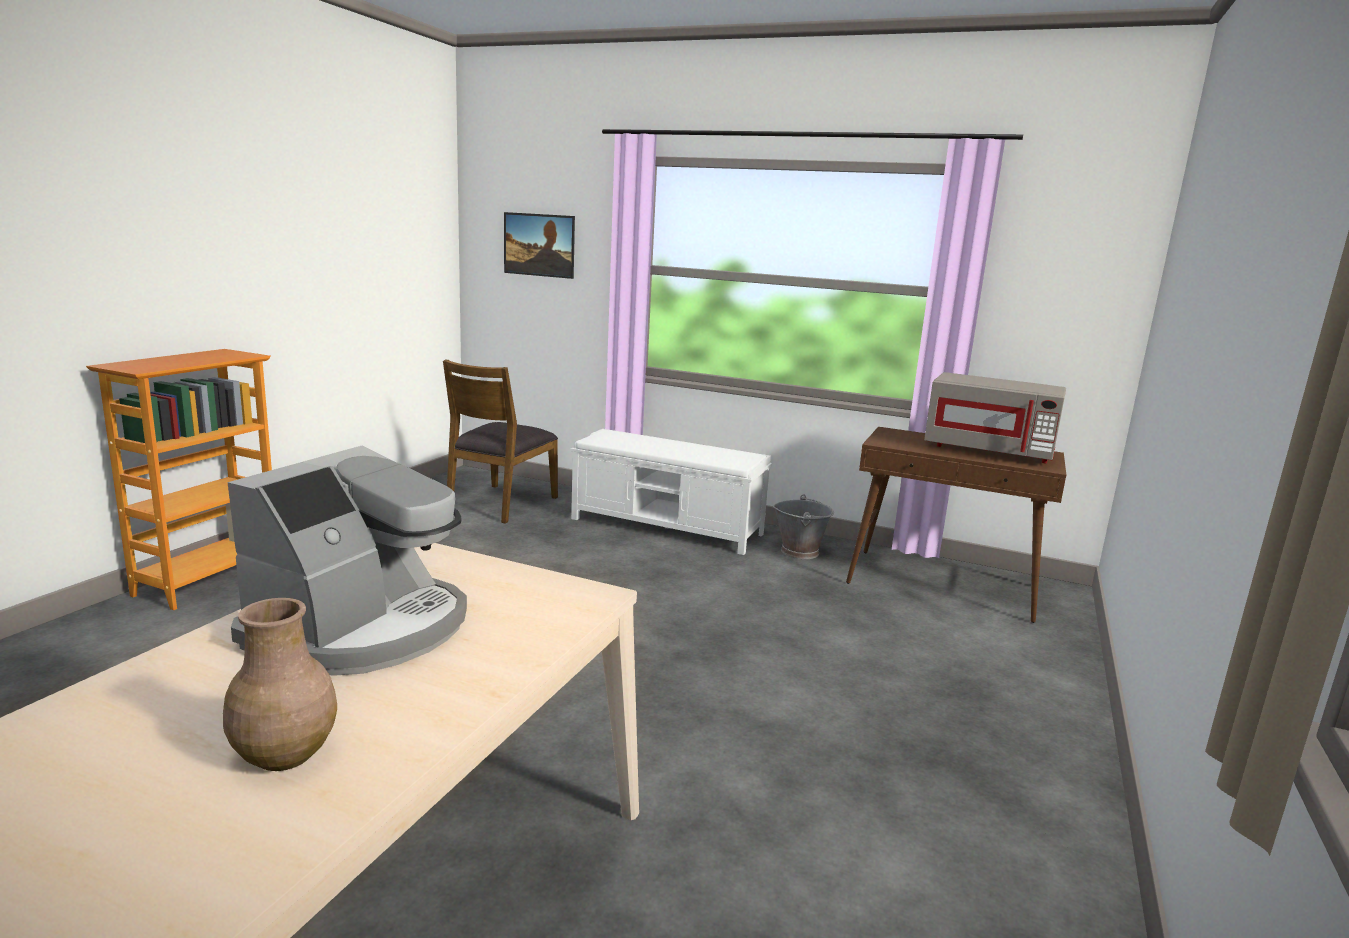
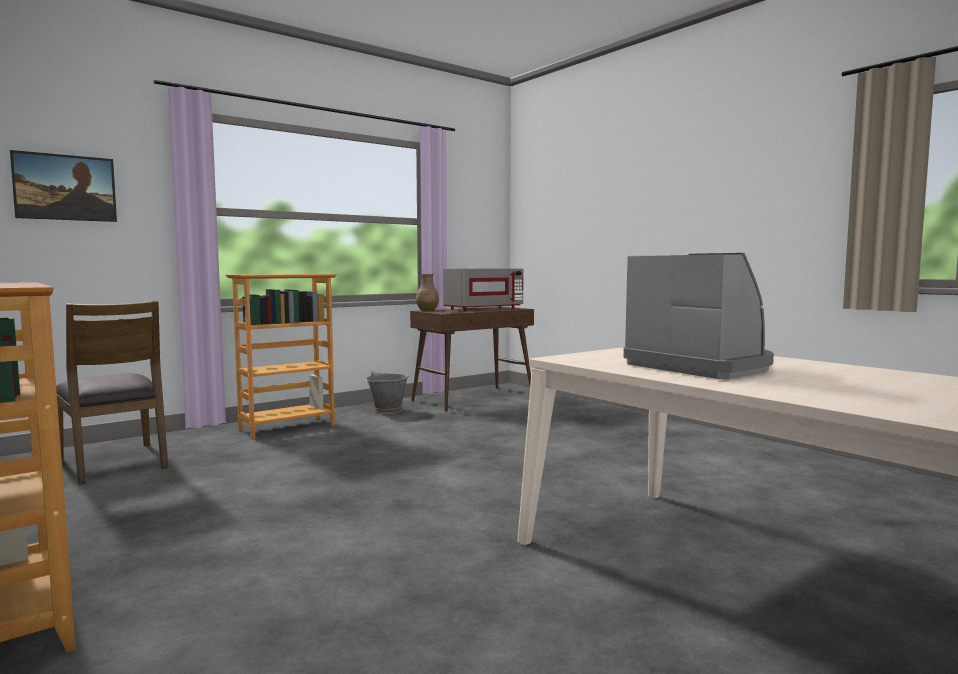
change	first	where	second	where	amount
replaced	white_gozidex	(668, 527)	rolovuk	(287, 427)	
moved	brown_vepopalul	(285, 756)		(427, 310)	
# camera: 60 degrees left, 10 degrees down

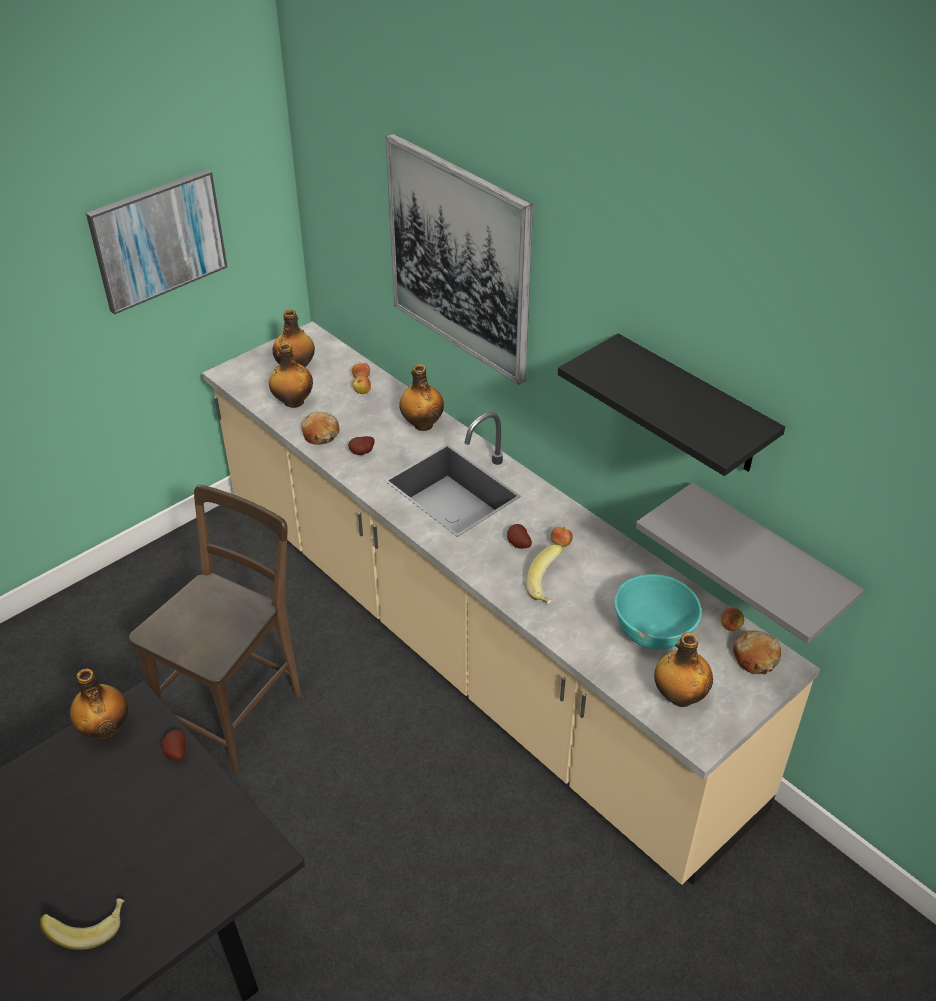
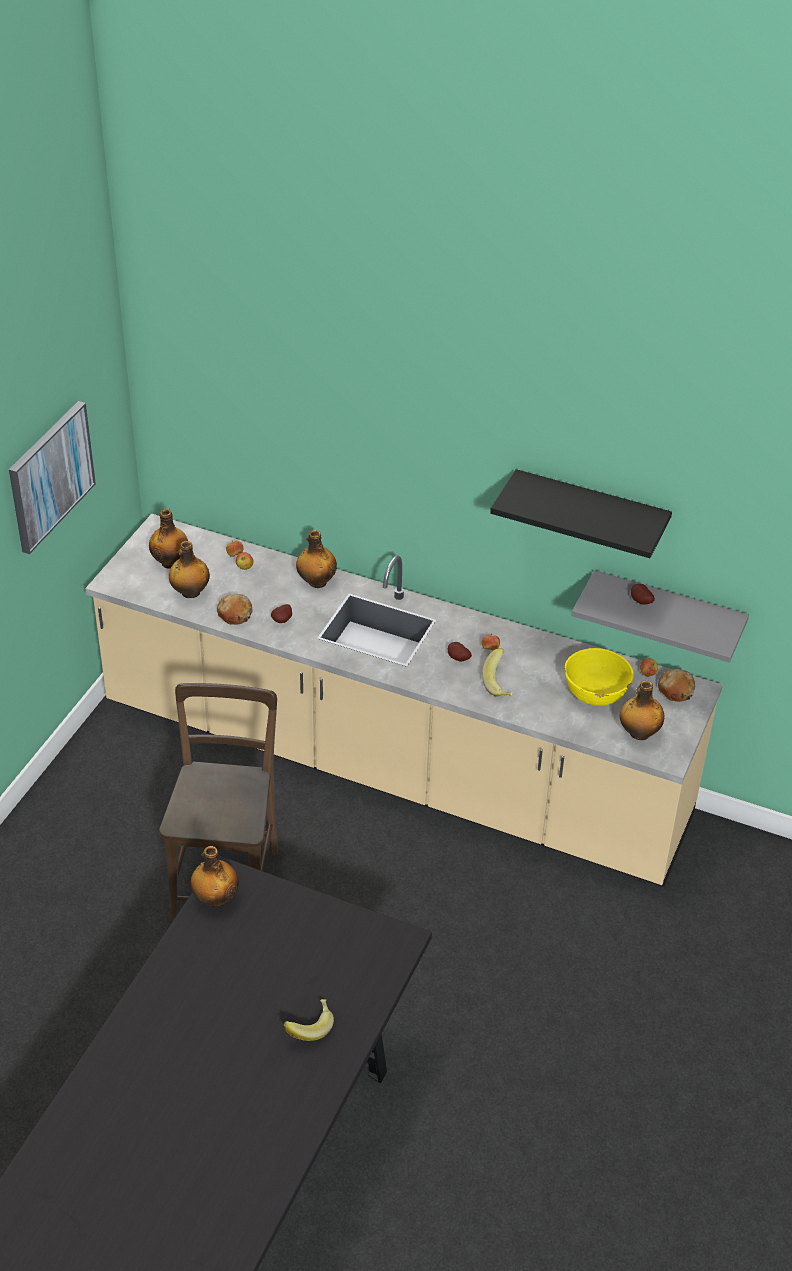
change	first	where	second	where	amount
recoloured	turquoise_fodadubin	(653, 631)	yellow_fodadubin	(596, 693)	
moved	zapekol	(175, 753)		(640, 601)	
removed	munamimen	(460, 258)			
# camera: 25 degrees left, 0 degrees up

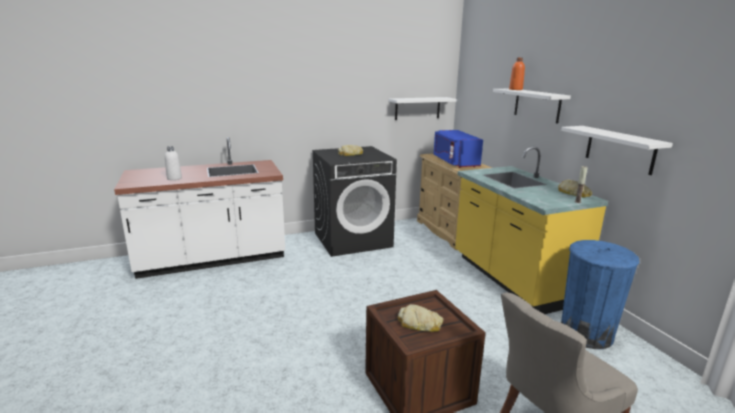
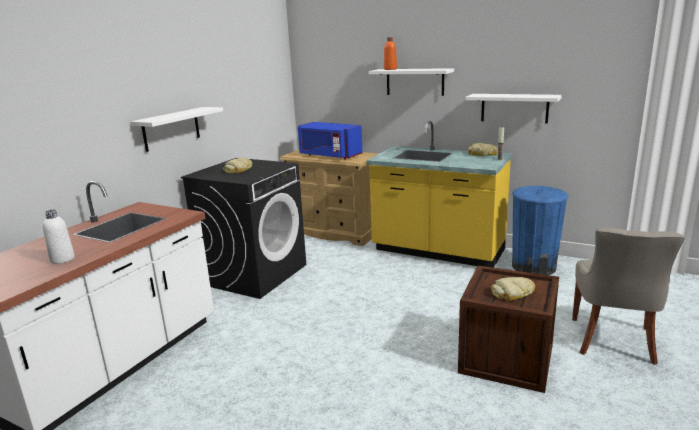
change	first	where	second	where	amount
moved	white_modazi	(417, 108)		(171, 129)	
# camera: 40 degrees left, 0 degrees up

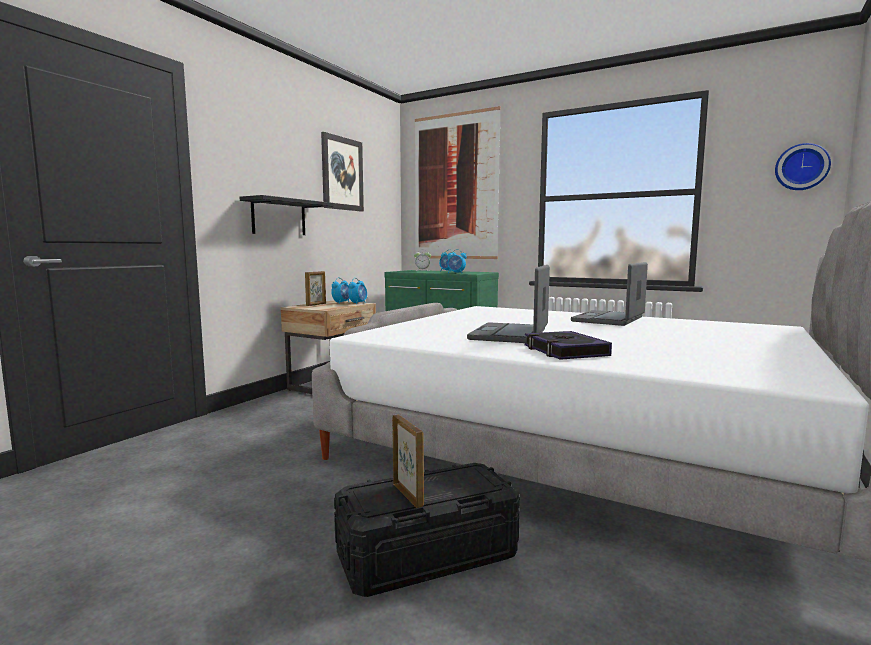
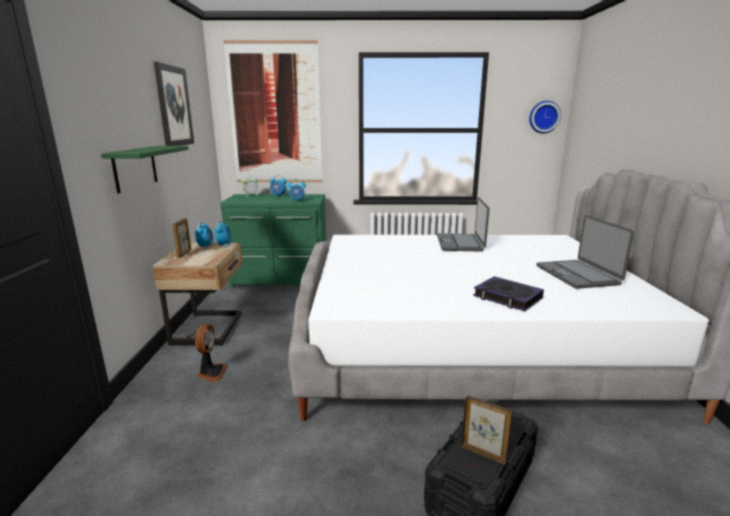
change	first	where	second	where	amount
recoloured	black_modazi	(279, 217)	green_modazi	(135, 168)	
added			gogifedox	(211, 373)	
moved	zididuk	(510, 335)		(577, 275)	
# camera: 30 degrees left, 10 degrees up

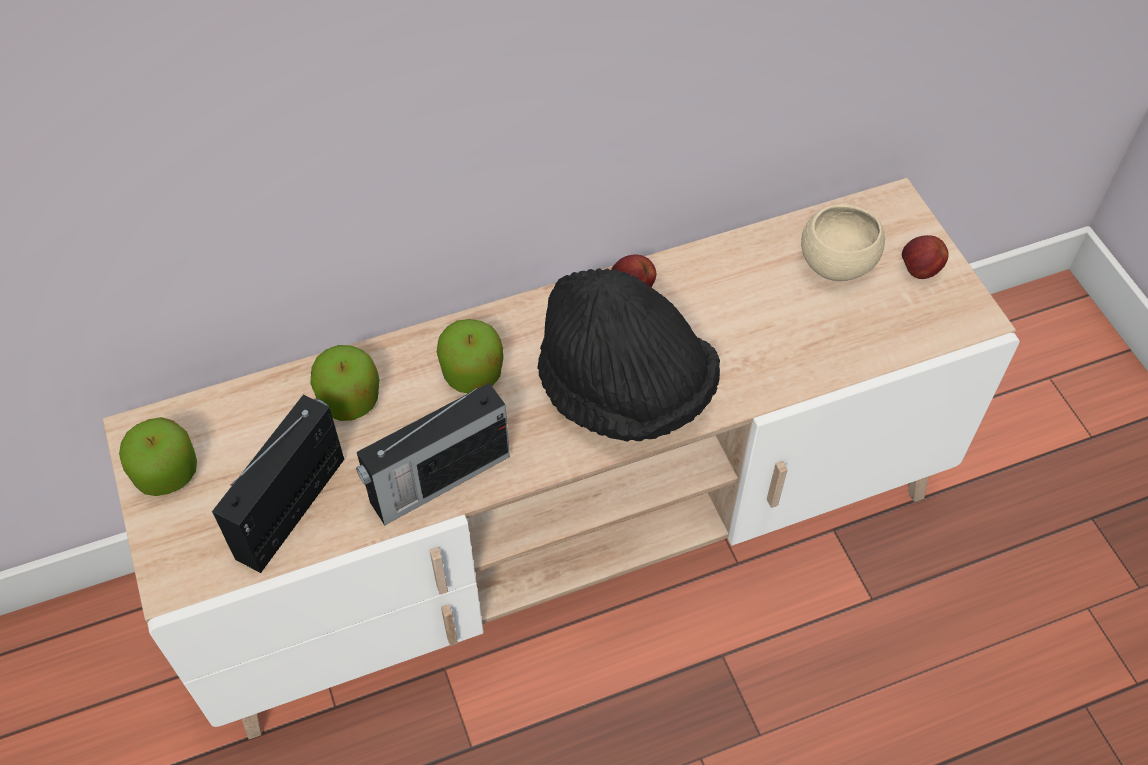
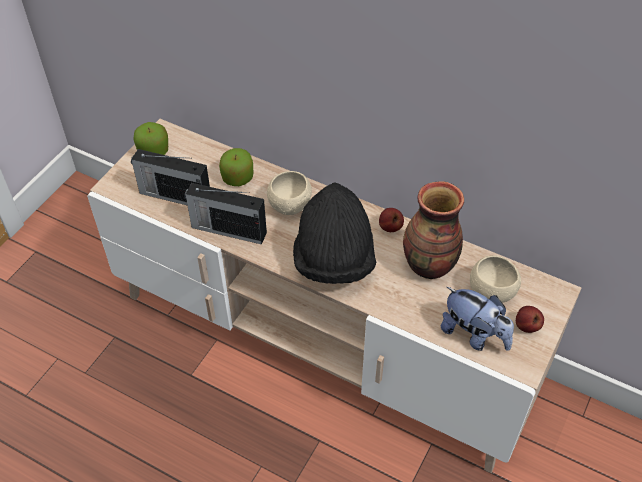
change	first	where	second	where	amount
turned	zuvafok	(293, 506)		(174, 195)	150 degrees counterclockwise
replaced	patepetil	(472, 373)	beige_fodadubin	(289, 205)	
added			vepopalul	(429, 266)	
added			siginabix	(474, 335)	
# camera: 50 degrees right, 5 degrees down

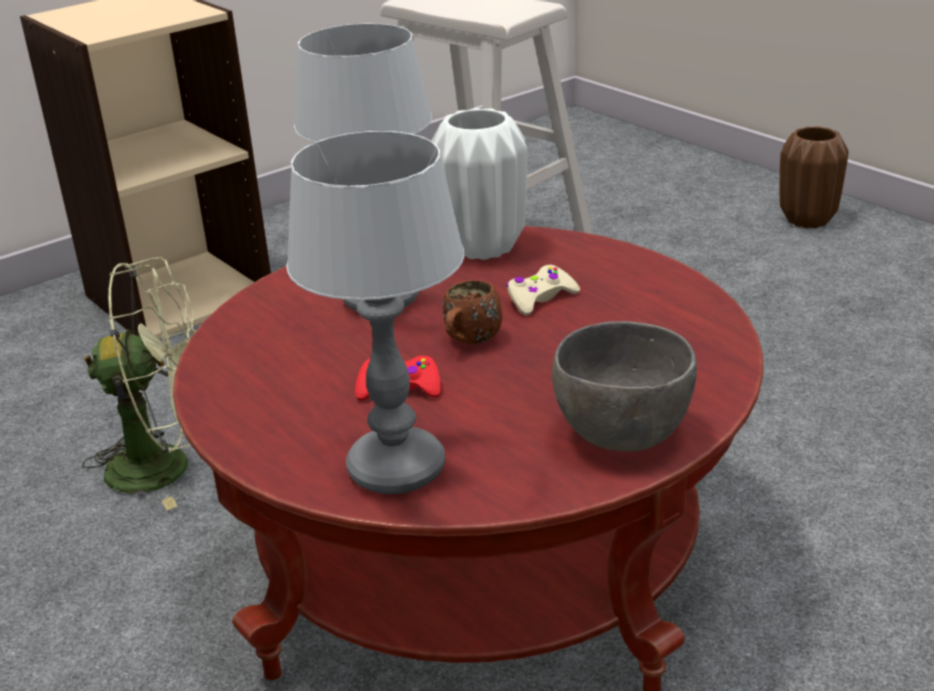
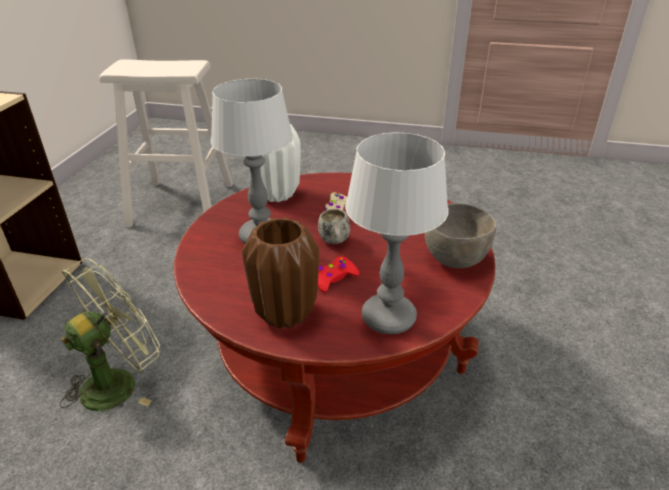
change	first	where	second	where	amount
moved	brown_vepopalul	(808, 220)		(286, 313)	
recoloured	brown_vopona	(469, 342)	white_vopona	(335, 243)	
# camera: 40 degrees left, 5 degrees up

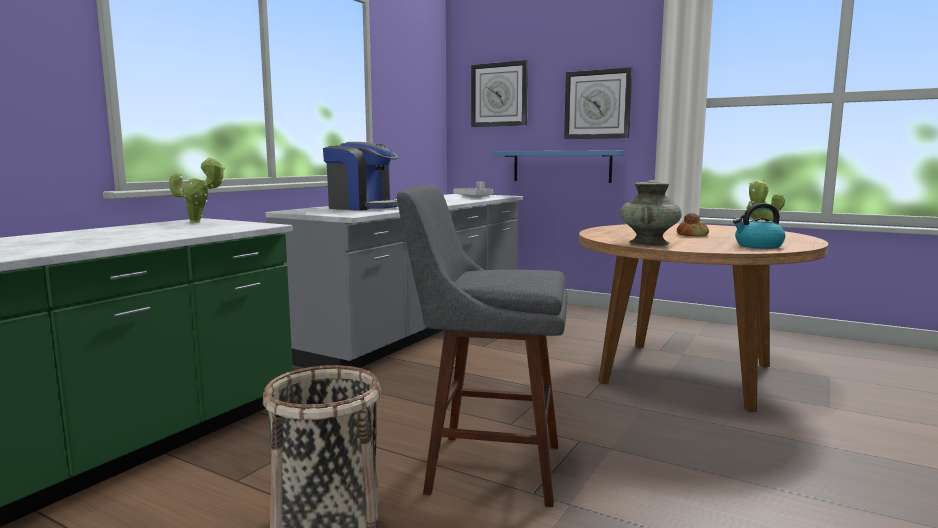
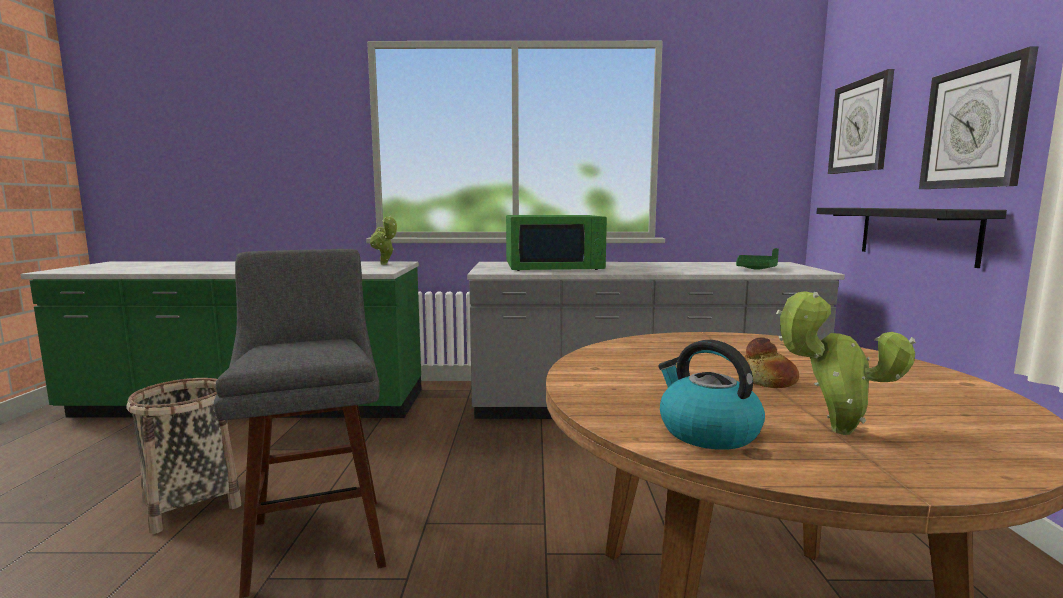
change	first	where	second	where	amount
replaced	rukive	(363, 207)	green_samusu	(554, 266)	
recoloured	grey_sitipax	(474, 197)	green_sitipax	(756, 269)	
recoloured	blue_modazi	(561, 166)	black_modazi	(915, 233)	
removed	turquoise_vepopalul	(648, 243)			
# camera: 60 degrees right, 0 degrees up

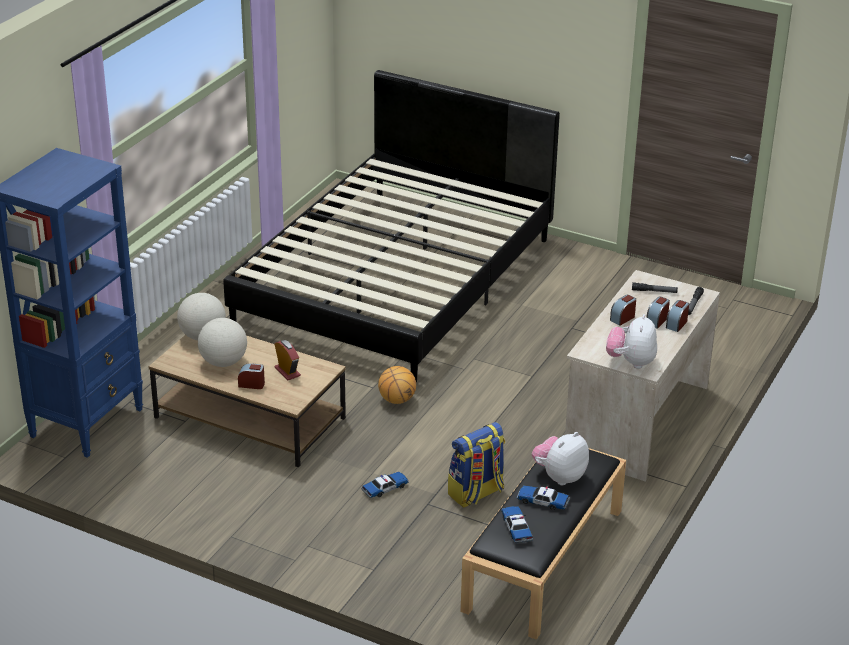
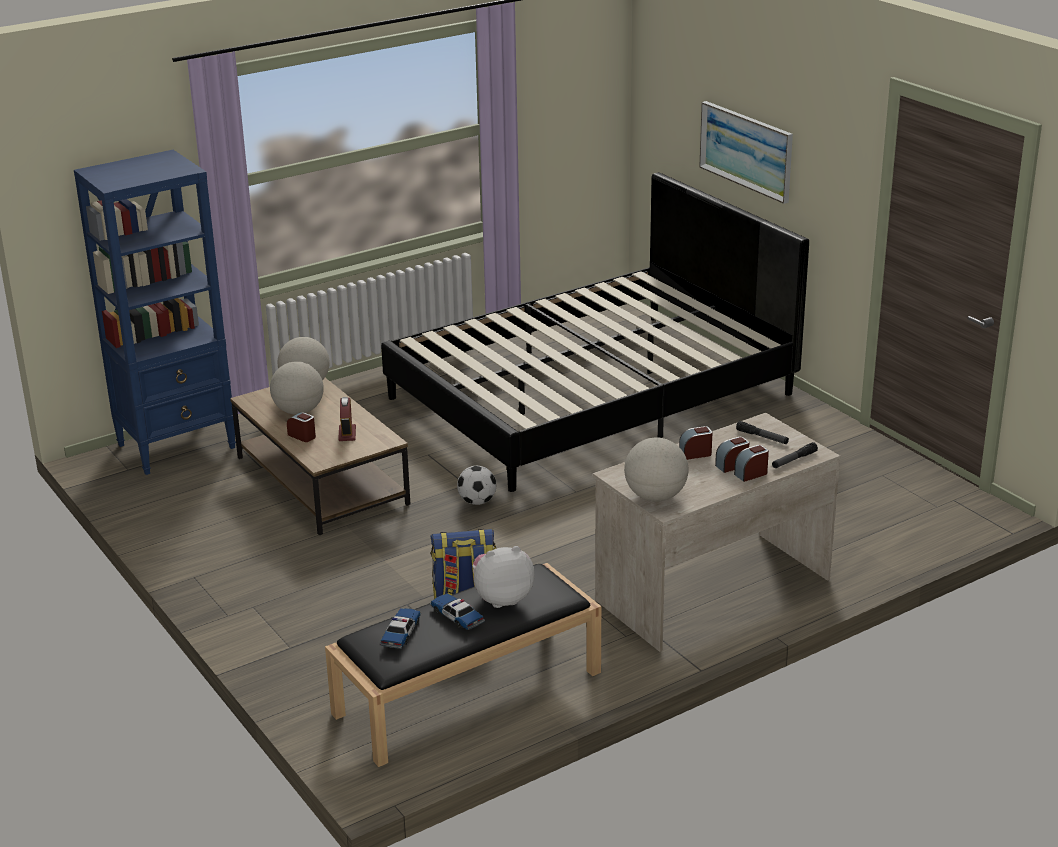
change	first	where	second	where	amount
replaced	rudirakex	(397, 400)	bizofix	(477, 502)	
replaced	siginabix	(631, 362)	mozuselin	(655, 497)	
added			munamimen	(746, 150)	
removed	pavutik	(385, 488)			
# camera: 30 degrees right, 5 degrees down

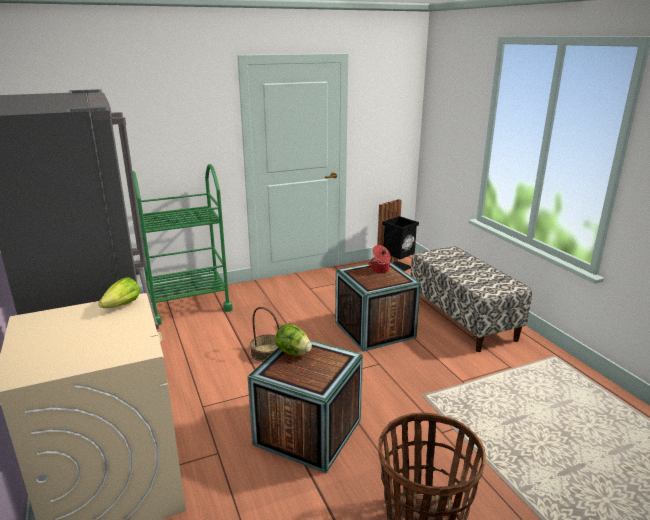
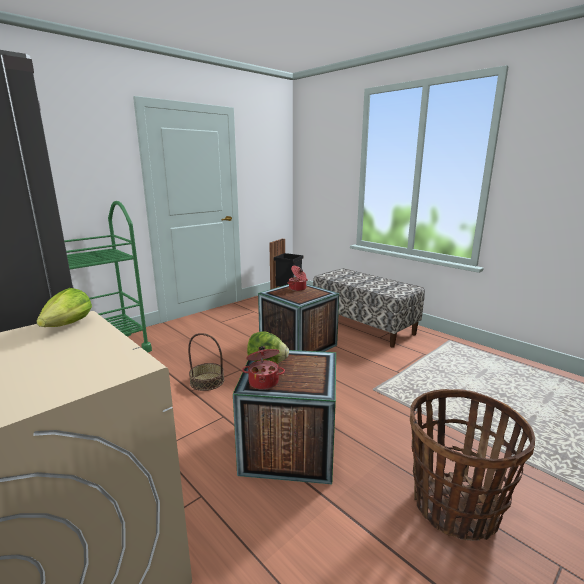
change	first	where	second	where	amount
added			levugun	(264, 382)	
# camera: 20 degrees left, 5 degrees down

